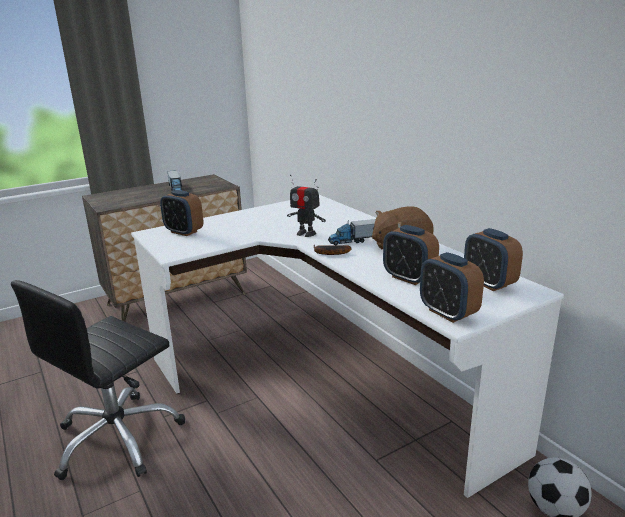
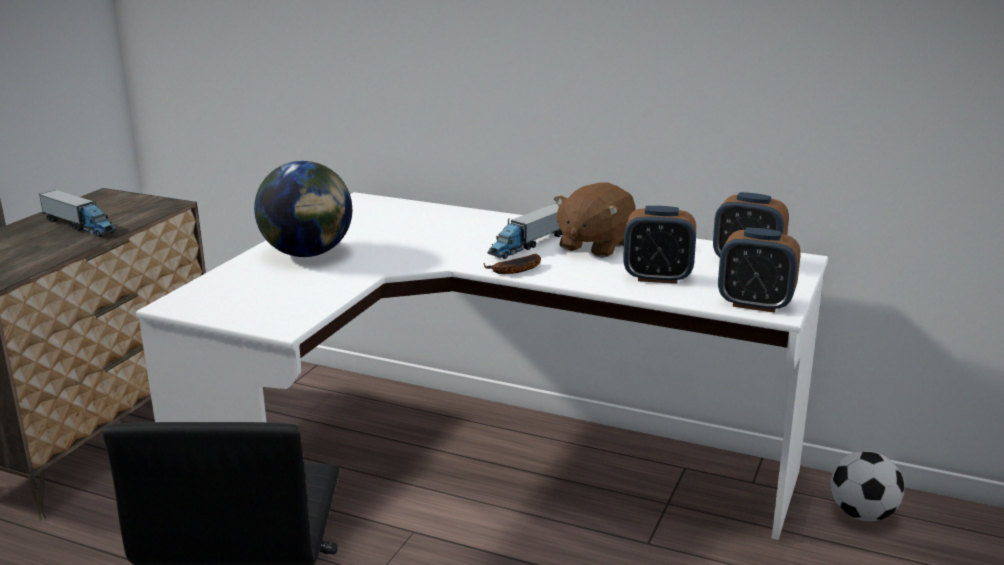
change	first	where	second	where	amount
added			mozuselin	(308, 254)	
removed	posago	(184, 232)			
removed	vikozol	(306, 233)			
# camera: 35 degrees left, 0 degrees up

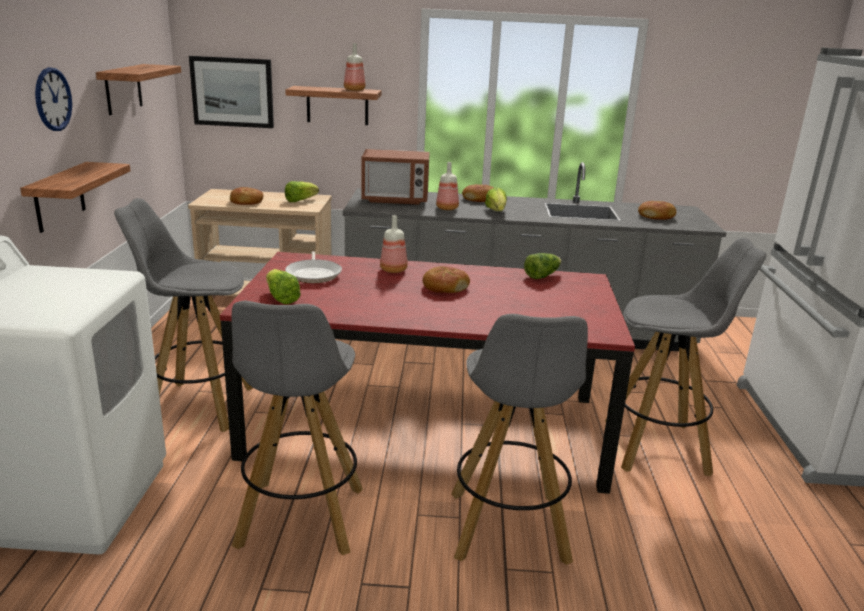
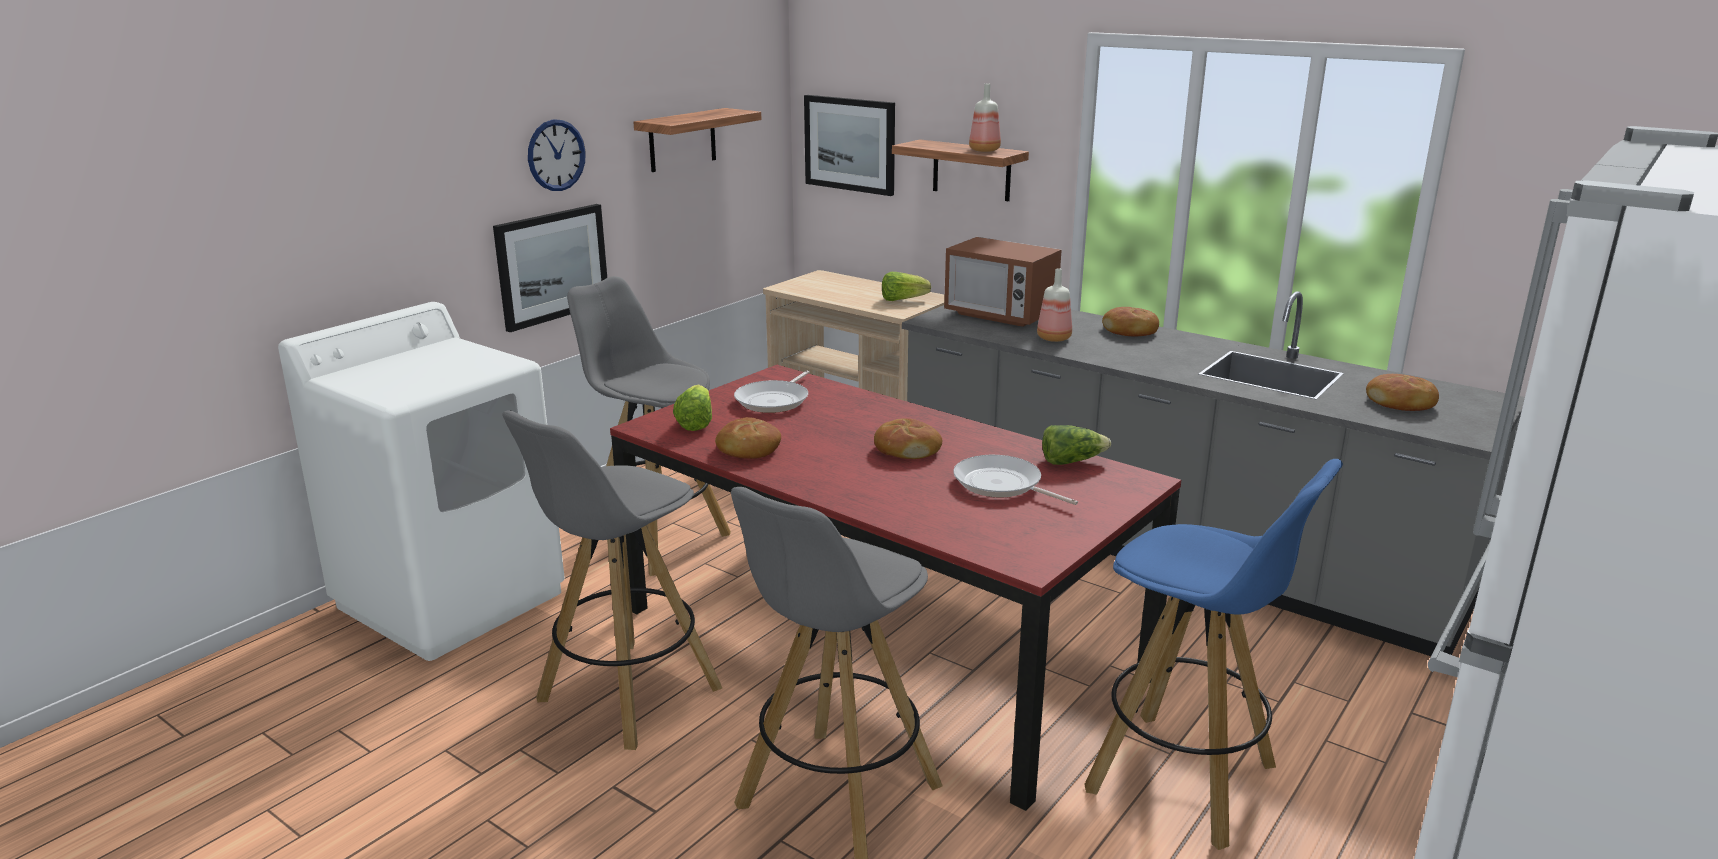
change	first	where	second	where	amount
replaced	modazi	(59, 197)	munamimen	(552, 266)	
moved	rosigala	(246, 202)		(748, 449)	
added			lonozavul	(1001, 485)	
recoloured	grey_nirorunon	(658, 447)	blue_nirorunon	(1185, 779)	
removed	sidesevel	(394, 270)			
removed	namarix	(496, 211)			
# camera: 35 degrees right, 0 degrees up

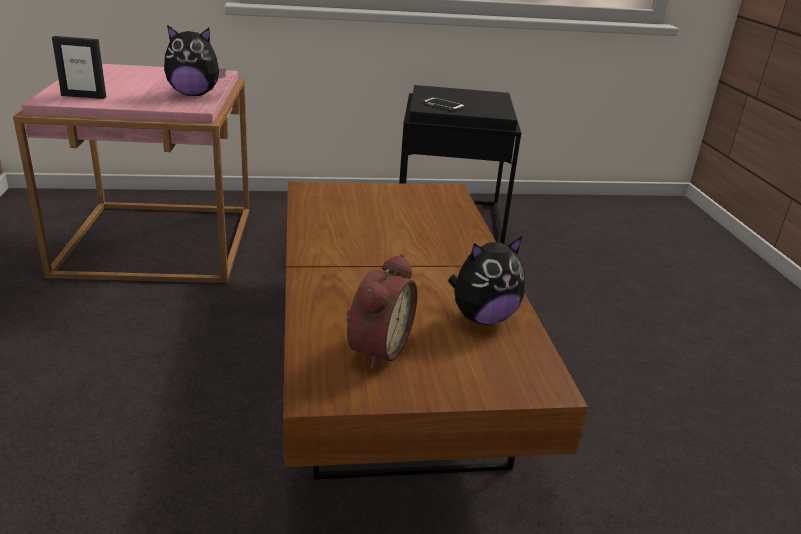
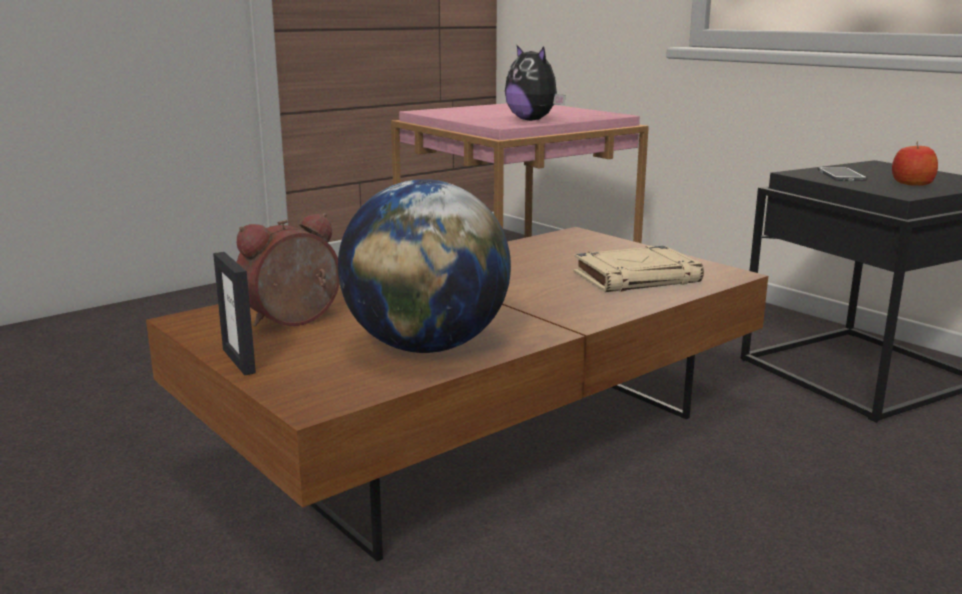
change	first	where	second	where	amount
moved	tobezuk	(84, 96)		(239, 361)	
turned	posago	(376, 348)		(294, 321)	150 degrees clockwise
replaced	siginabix	(482, 317)	mozuselin	(426, 346)	
added			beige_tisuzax	(637, 277)	
added			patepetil	(911, 184)	
# camera: 60 degrees right, 10 degrees down

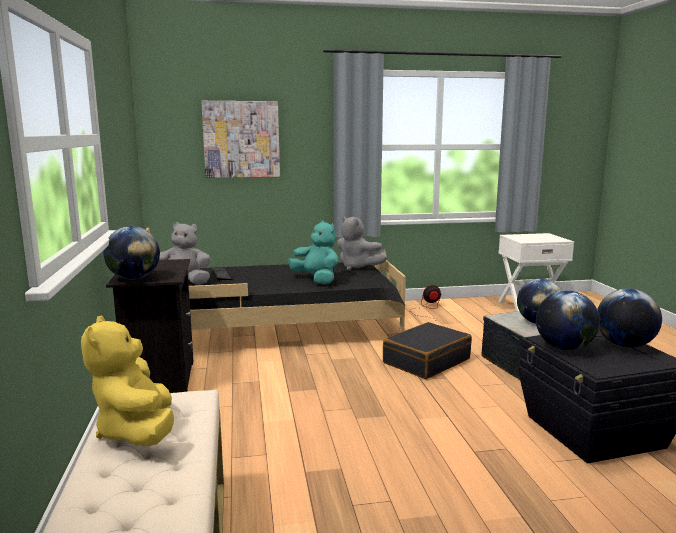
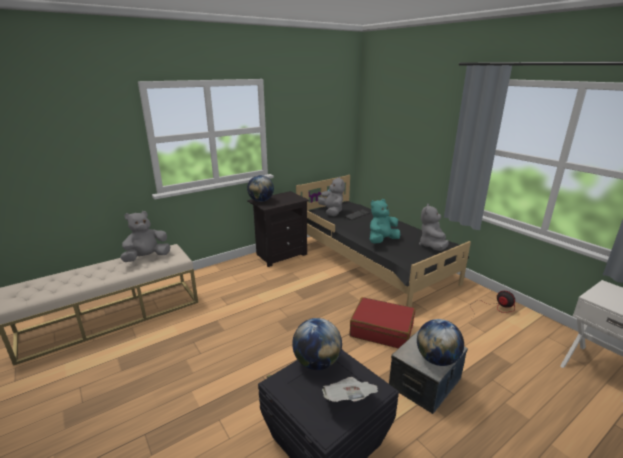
change	first	where	second	where	amount
recoloured	yellow_siginabix	(137, 432)	grey_siginabix	(147, 257)	
replaced	mozuselin	(625, 345)	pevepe	(348, 400)	
recoloured	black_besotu	(426, 361)	red_besotu	(382, 330)	
turned	turquoise_siginabix	(316, 280)		(382, 241)	150 degrees counterclockwise
removed	munamimen	(241, 139)			
# camera: 65 degrees right, 10 degrees up

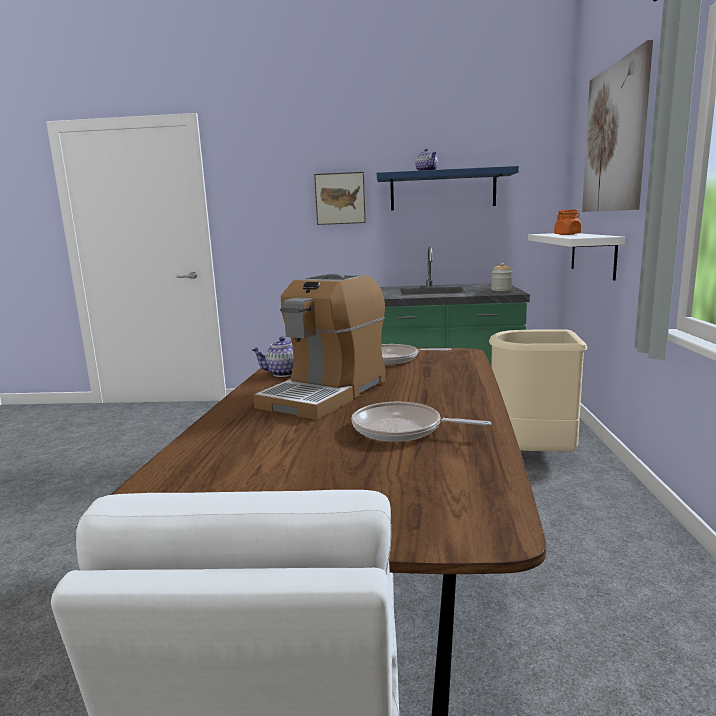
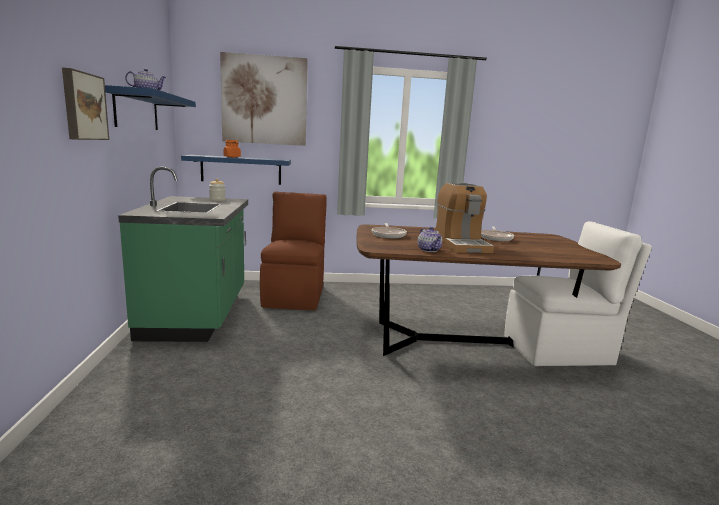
change	first	where	second	where	amount
recoloured	white_modazi	(593, 254)	blue_modazi	(241, 170)	
replaced	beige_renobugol	(533, 455)	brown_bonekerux	(294, 296)	
turned	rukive	(326, 393)		(461, 244)	60 degrees clockwise
# camera: 100 degrees left, 0 degrees up

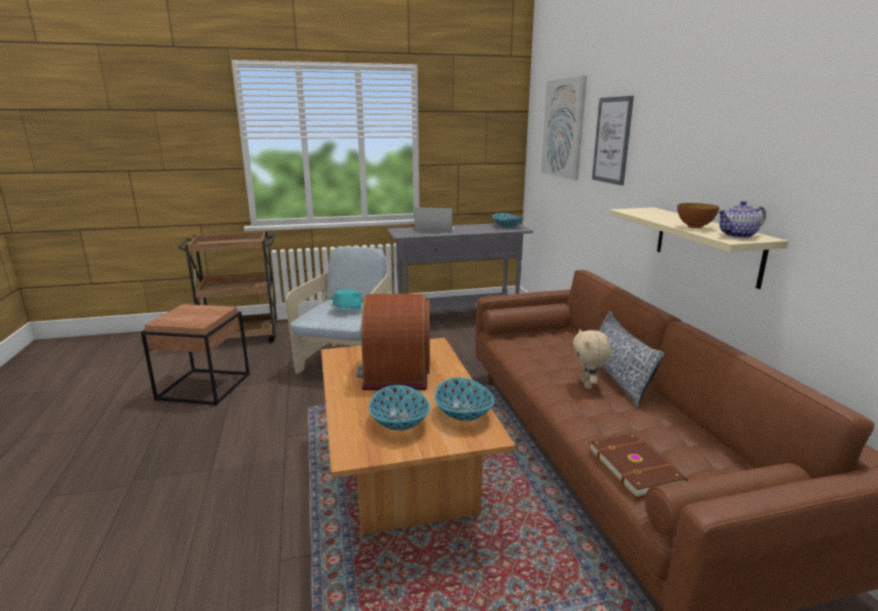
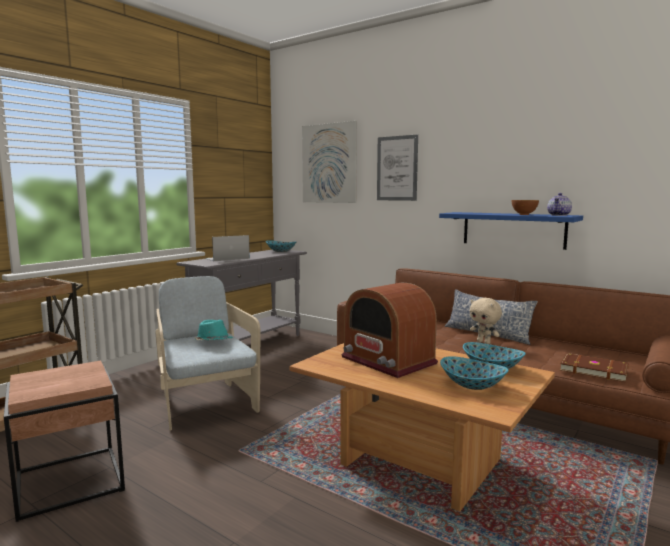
change	first	where	second	where	amount
recoloured	beige_modazi	(706, 244)	blue_modazi	(513, 230)	
# camera: 40 degrees left, 10 degrees down

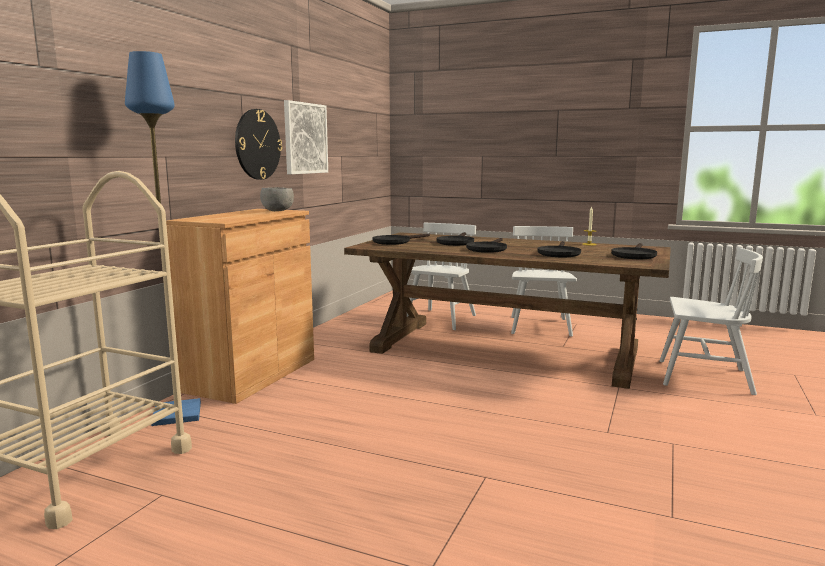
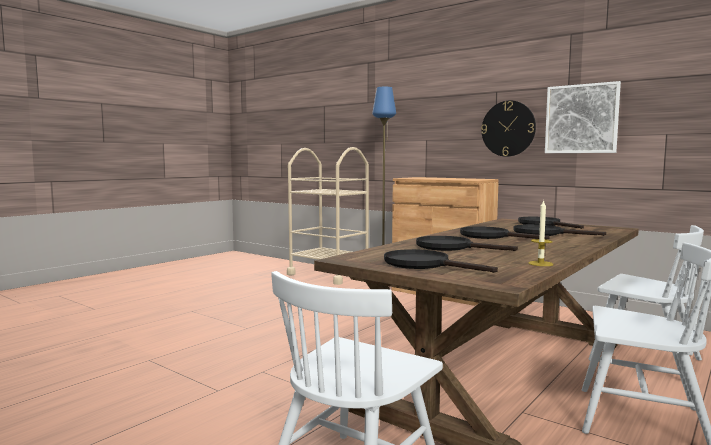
change	first	where	second	where	amount
removed	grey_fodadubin	(277, 211)			
# camera: 105 degrees right, 5 degrees down

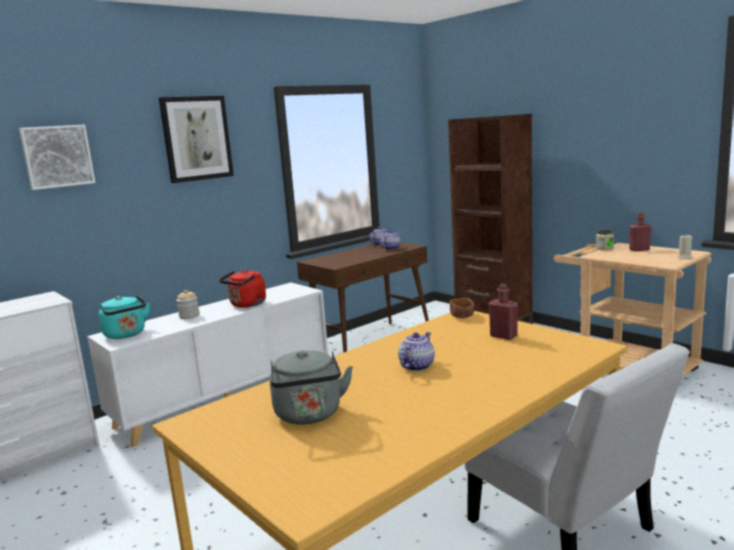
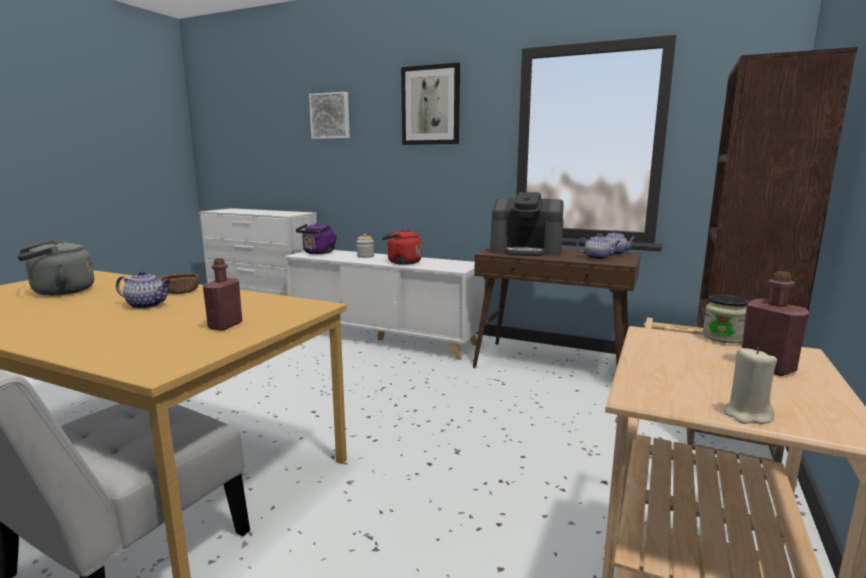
change	first	where	second	where	amount
moved	brown_fodadubin	(462, 316)		(181, 292)	
recoloured	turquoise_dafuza	(126, 335)	purple_dafuza	(318, 253)	
added			rukive	(526, 250)	
# camera: 65 degrees right, 0 degrees up

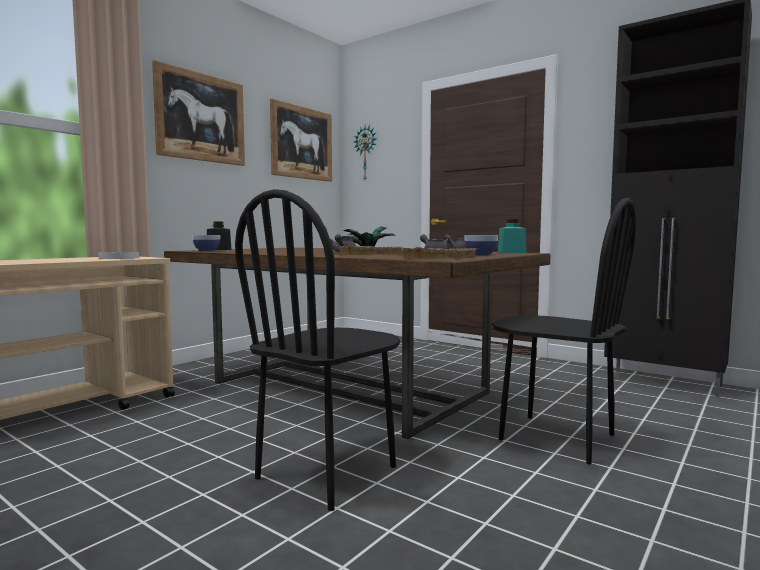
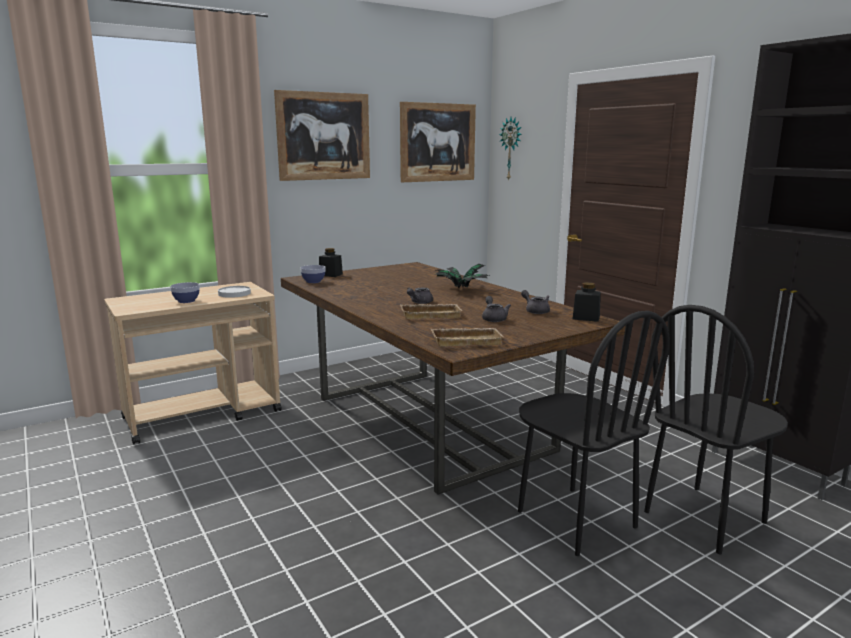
change	first	where	second	where	amount
moved	fodadubin	(480, 255)		(186, 301)	
recoloured	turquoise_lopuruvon	(511, 252)	black_lopuruvon	(586, 318)	
moved	black_bonekerux	(328, 473)		(705, 518)	
# camera: 20 degrees right, 10 degrees up

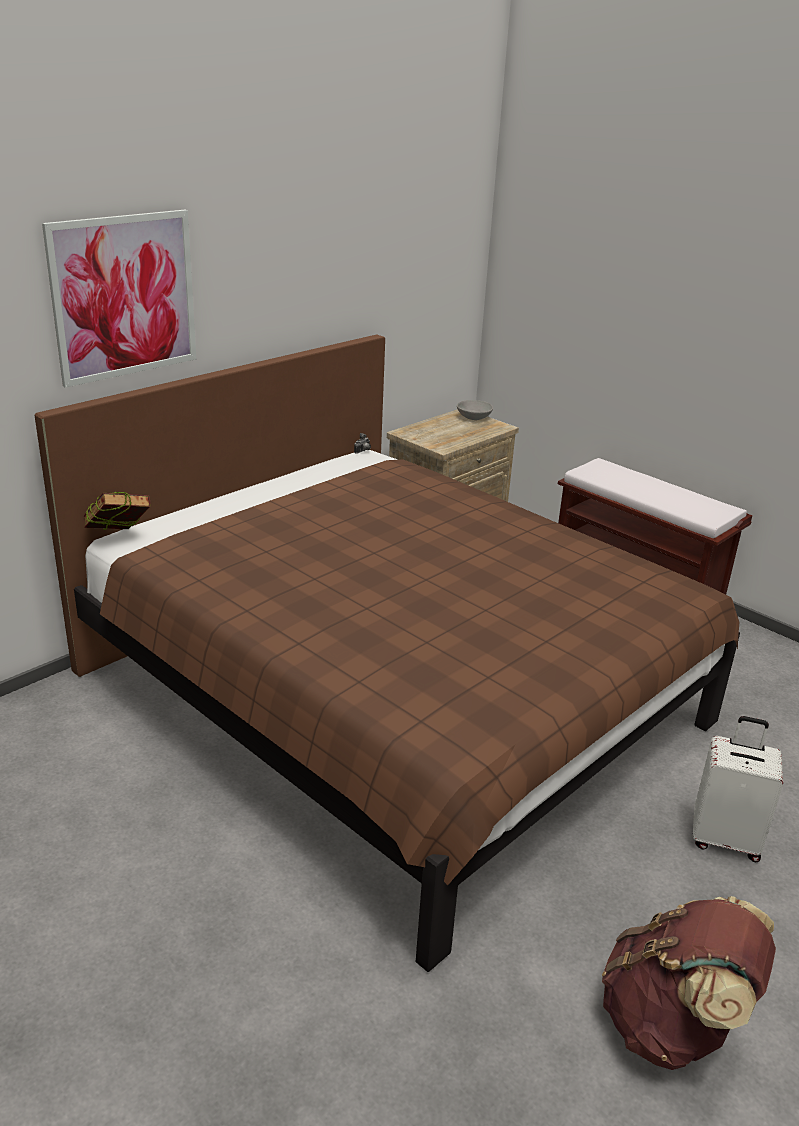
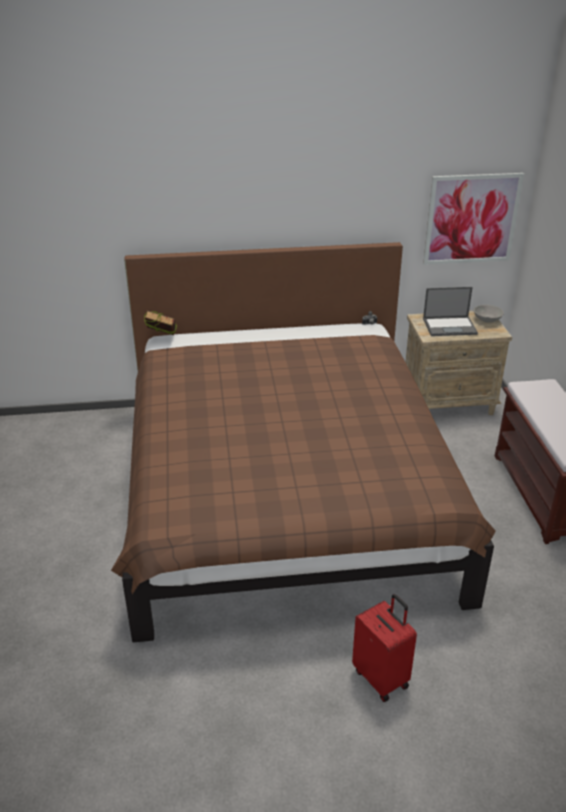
change	first	where	second	where	amount
recoloured	white_besotu	(725, 839)	red_besotu	(382, 677)	
moved	munamimen	(124, 296)		(471, 219)	
added			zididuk	(450, 326)	
removed	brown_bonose	(672, 1025)			
# camera: 40 degrees right, 5 degrees up

